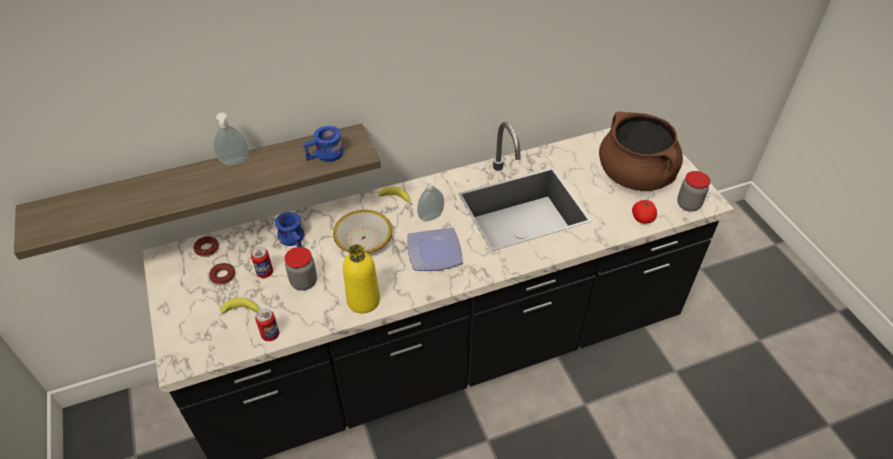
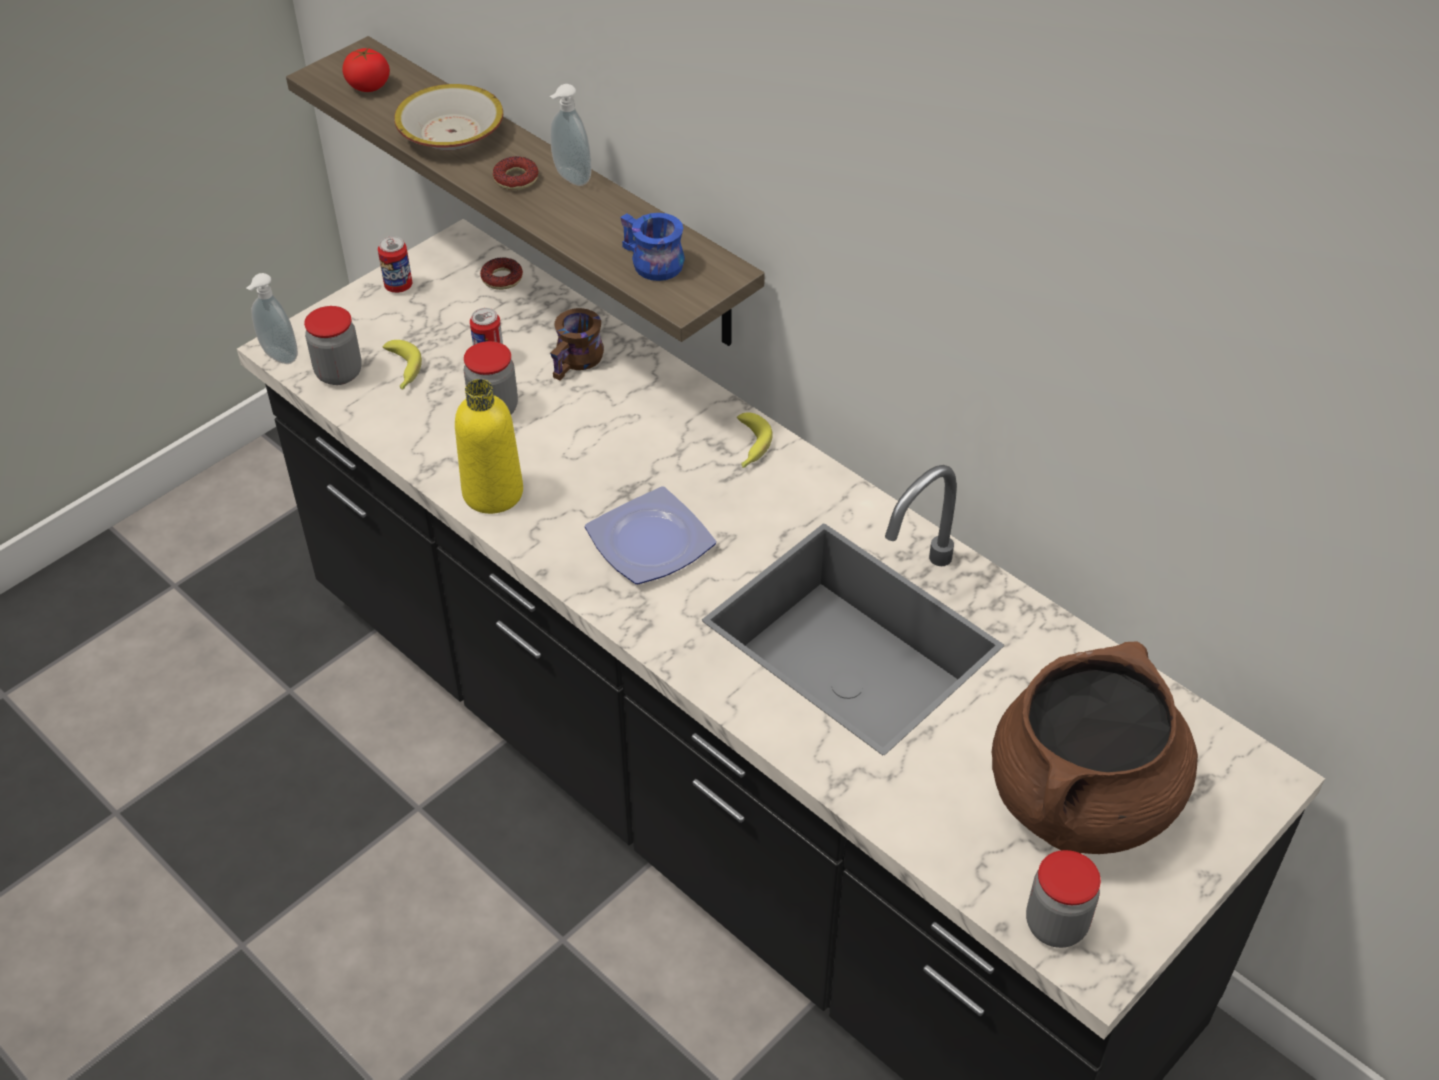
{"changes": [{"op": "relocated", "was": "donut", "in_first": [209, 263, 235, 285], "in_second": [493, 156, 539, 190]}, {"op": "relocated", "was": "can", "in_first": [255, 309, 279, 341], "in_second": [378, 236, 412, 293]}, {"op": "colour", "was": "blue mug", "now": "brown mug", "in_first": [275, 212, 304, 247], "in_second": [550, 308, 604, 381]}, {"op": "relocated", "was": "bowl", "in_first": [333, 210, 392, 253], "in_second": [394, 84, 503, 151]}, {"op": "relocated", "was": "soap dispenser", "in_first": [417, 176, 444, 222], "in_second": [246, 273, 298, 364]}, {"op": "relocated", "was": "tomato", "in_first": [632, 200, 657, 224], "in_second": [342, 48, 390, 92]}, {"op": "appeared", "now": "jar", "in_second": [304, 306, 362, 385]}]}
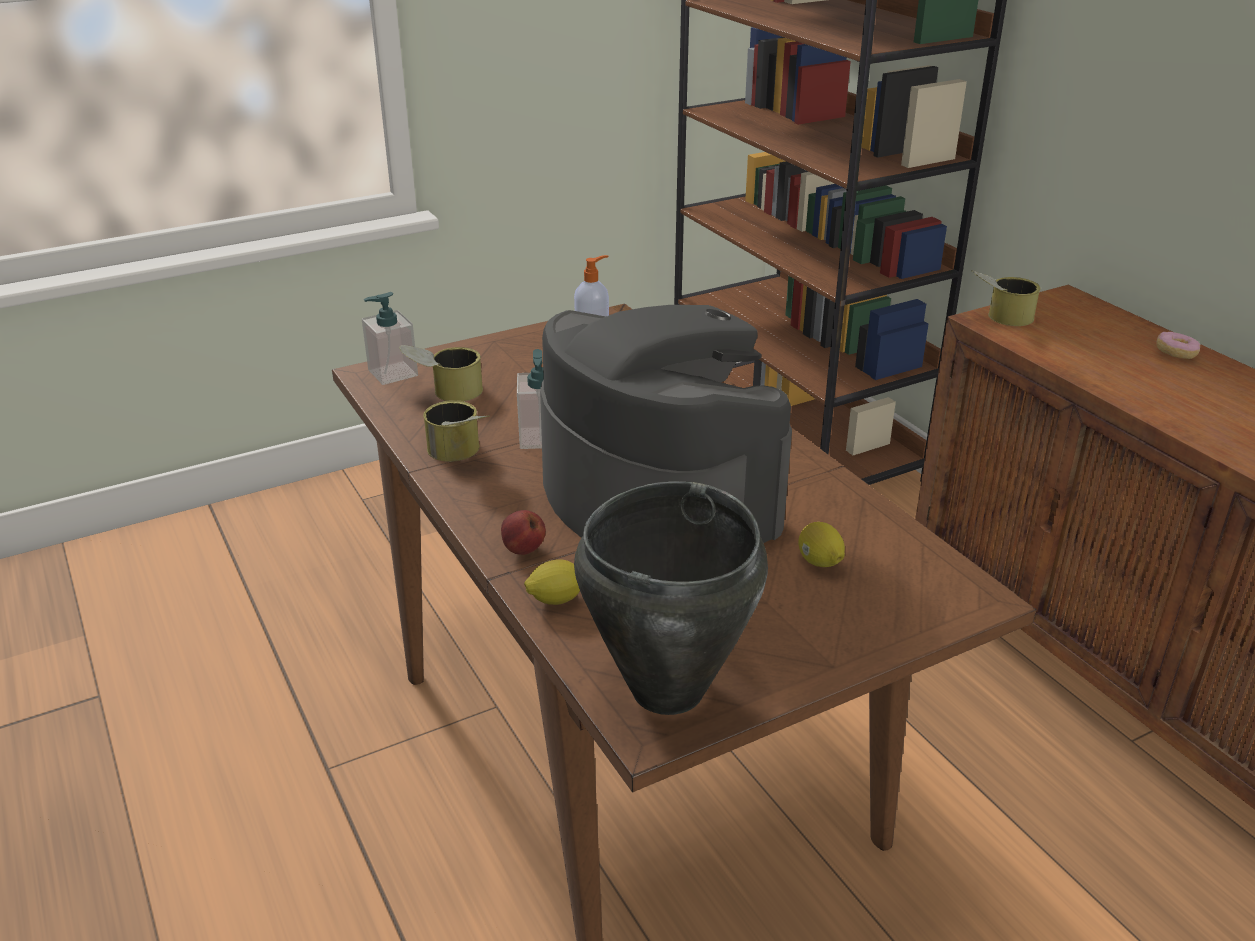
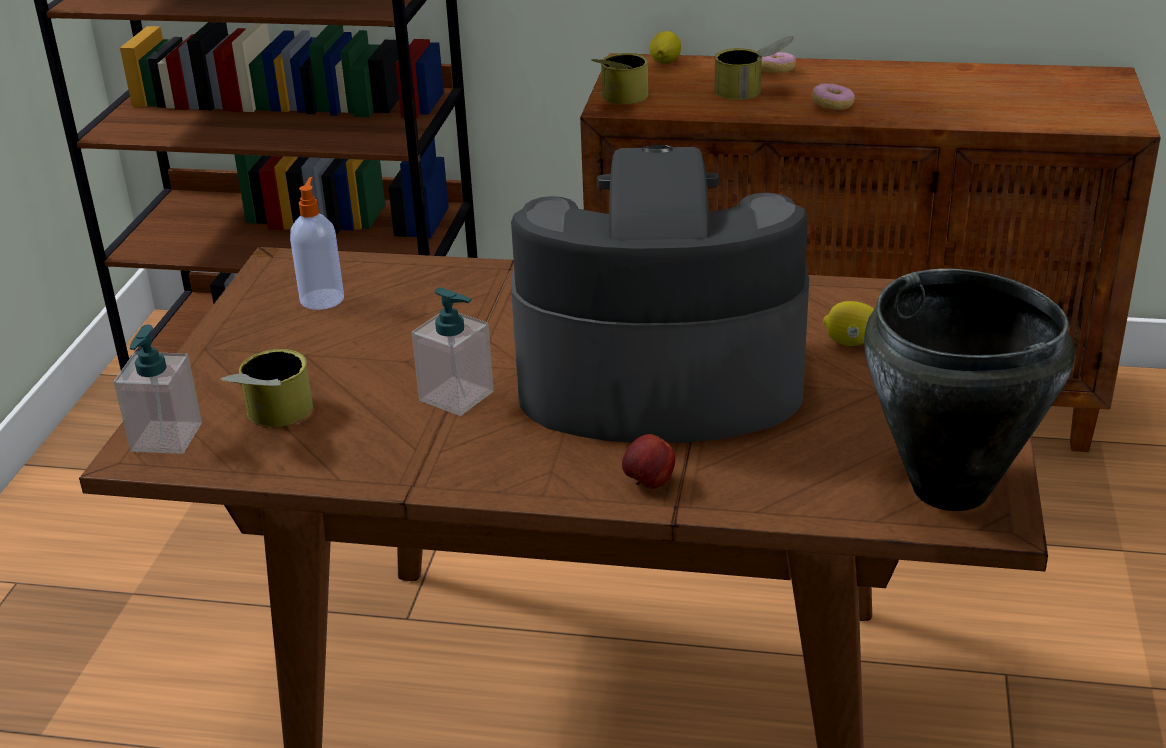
{"changes": [{"op": "relocated", "was": "can", "in_first": [423, 400, 489, 462], "in_second": [714, 36, 794, 100]}, {"op": "relocated", "was": "lemon", "in_first": [524, 559, 580, 605], "in_second": [650, 31, 681, 64]}, {"op": "appeared", "now": "donut", "in_second": [812, 83, 855, 110]}]}
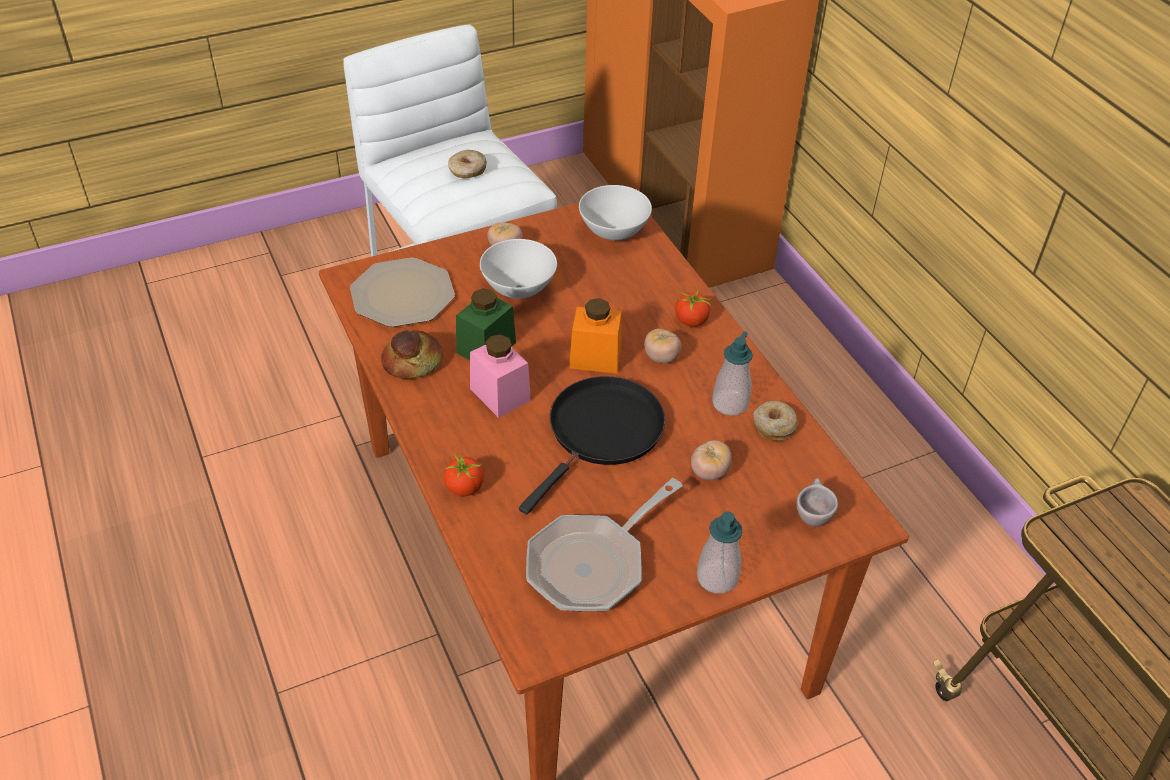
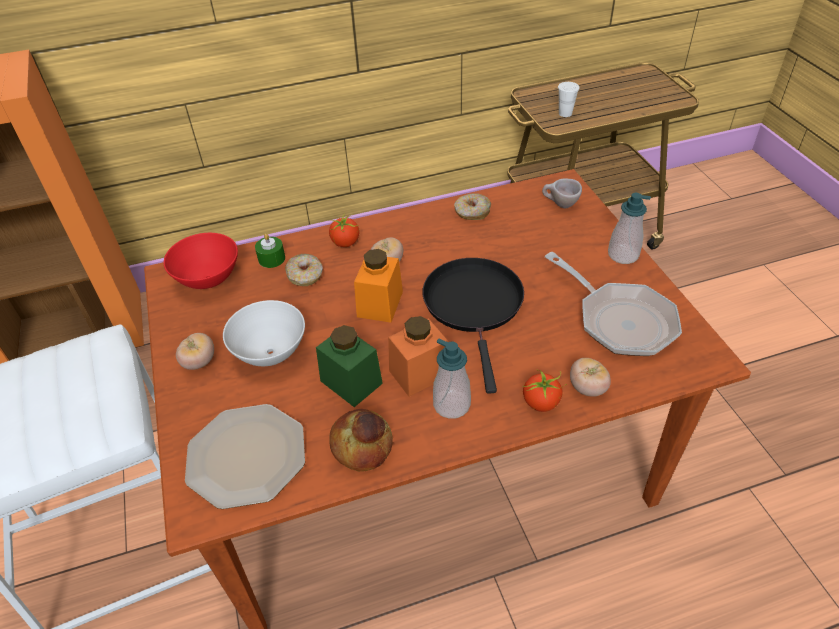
{"changes": [{"op": "relocated", "was": "donut", "in_first": [448, 150, 487, 178], "in_second": [285, 254, 323, 286]}, {"op": "colour", "was": "pink jar", "now": "orange jar", "in_first": [470, 335, 531, 418], "in_second": [388, 316, 448, 397]}, {"op": "spun", "was": "black frying pan", "in_first": [519, 376, 665, 514], "in_second": [423, 258, 524, 394], "clockwise": 45}, {"op": "colour", "was": "white bowl", "now": "red bowl", "in_first": [579, 185, 652, 240], "in_second": [164, 233, 238, 289]}, {"op": "relocated", "was": "tomato", "in_first": [691, 440, 732, 480], "in_second": [570, 358, 611, 397]}, {"op": "relocated", "was": "soap dispenser", "in_first": [712, 331, 753, 416], "in_second": [433, 339, 471, 419]}, {"op": "appeared", "now": "green candle", "in_second": [255, 233, 285, 268]}, {"op": "appeared", "now": "white cup", "in_second": [558, 82, 580, 117]}]}
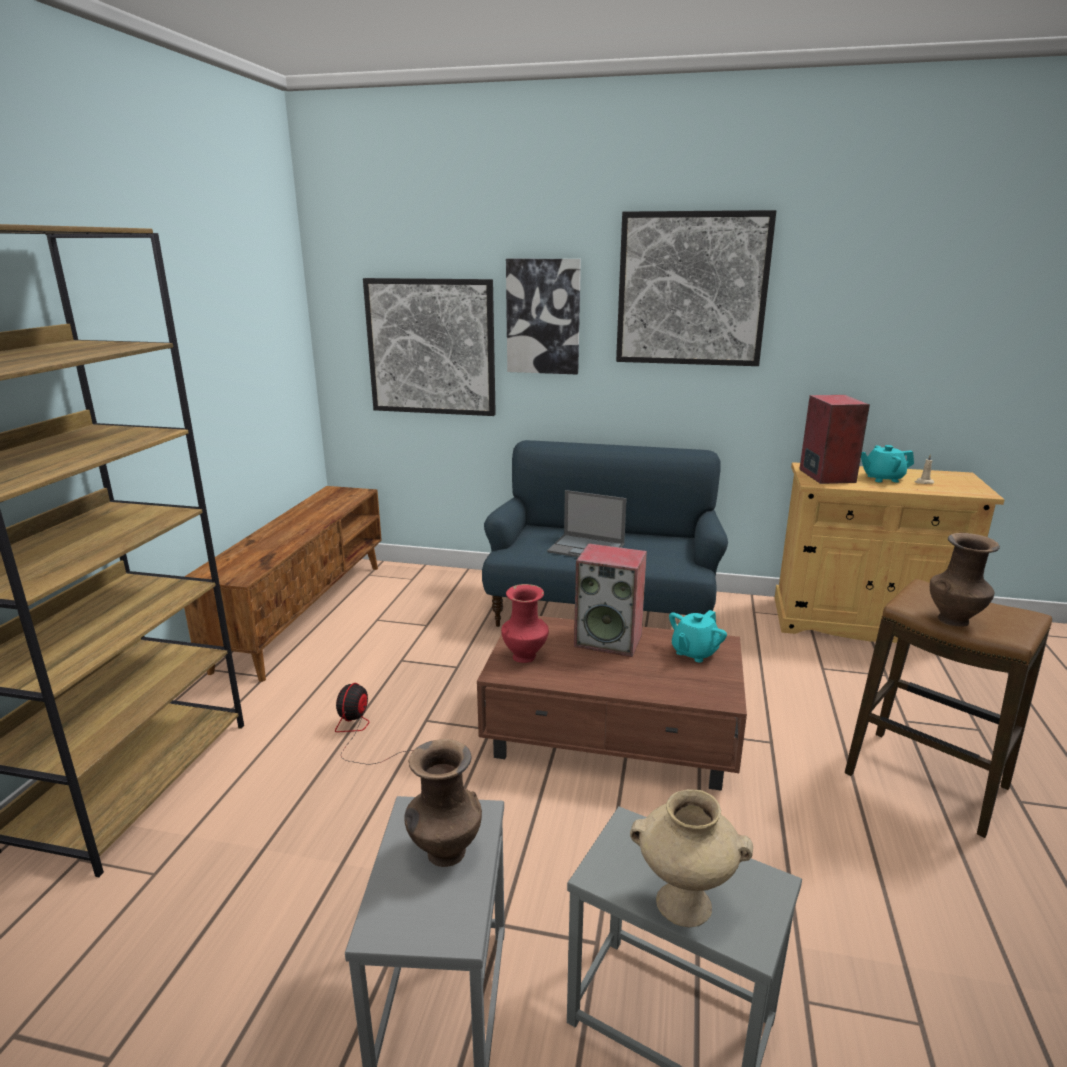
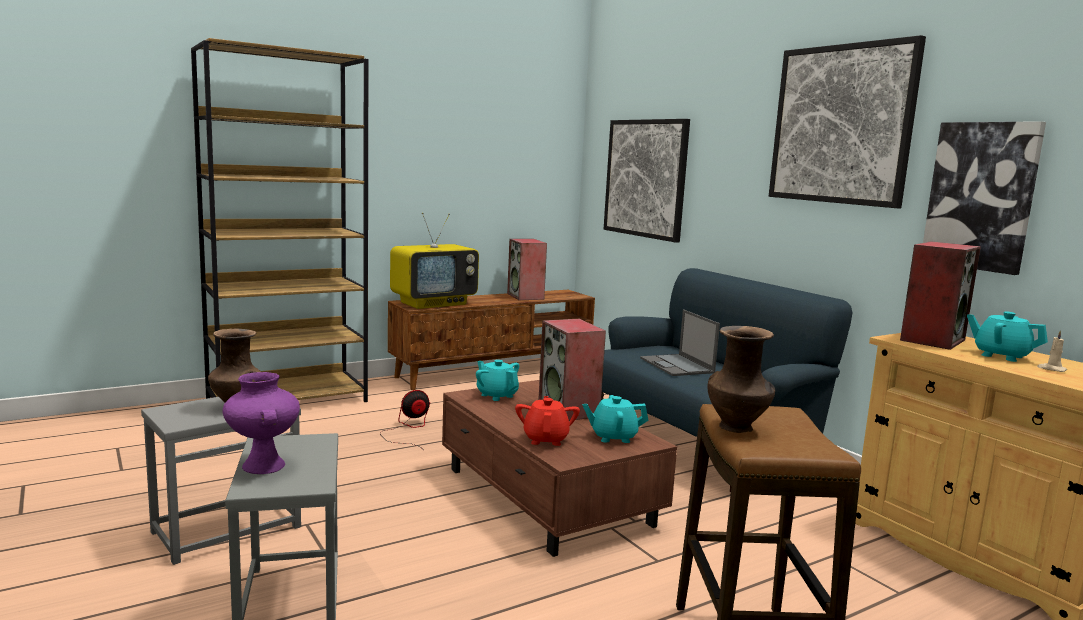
{"changes": [{"op": "exchanged", "was": "red vase", "now": "turquoise teapot", "in_first": [501, 584, 549, 663], "in_second": [476, 360, 519, 401]}, {"op": "relocated", "was": "picture", "in_first": [506, 259, 581, 374], "in_second": [923, 121, 1046, 275]}, {"op": "colour", "was": "beige vase", "now": "purple vase", "in_first": [630, 789, 753, 928], "in_second": [223, 372, 300, 474]}, {"op": "appeared", "now": "television", "in_second": [390, 213, 479, 309]}, {"op": "appeared", "now": "speaker", "in_second": [507, 239, 547, 300]}, {"op": "appeared", "now": "red teapot", "in_second": [515, 396, 580, 446]}]}
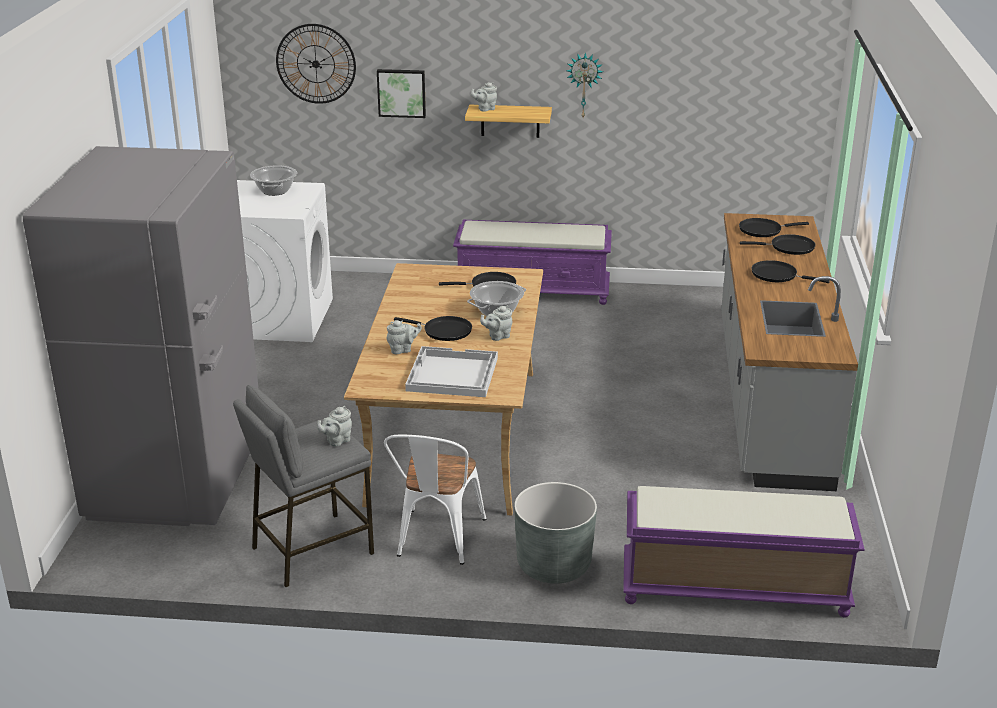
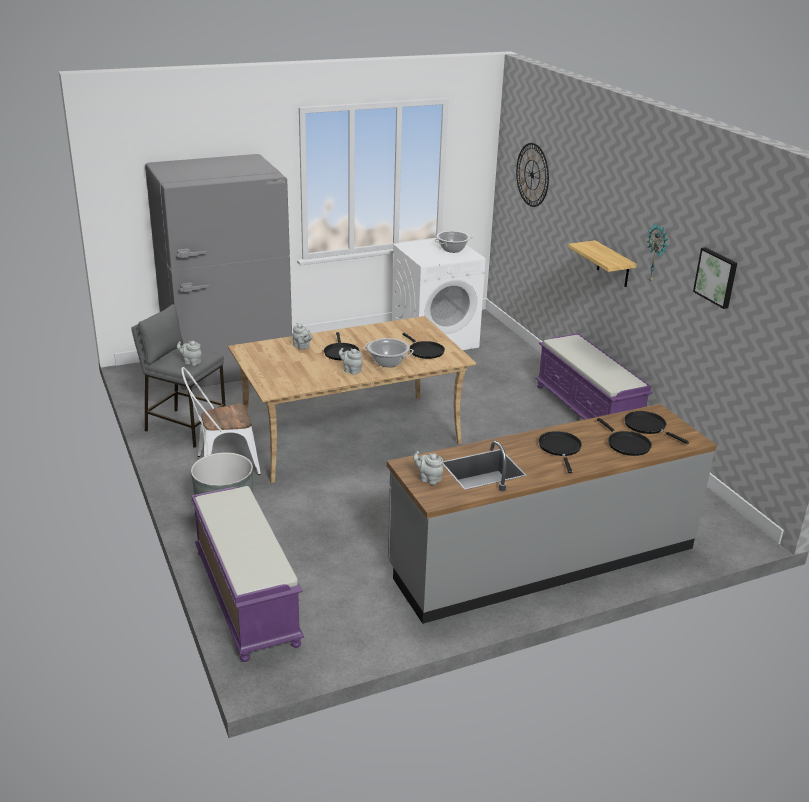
{"changes": [{"op": "relocated", "was": "picture", "in_first": [377, 69, 426, 118], "in_second": [693, 247, 737, 309]}, {"op": "missing", "was": "white tray", "in_first": [405, 346, 498, 397]}, {"op": "relocated", "was": "grey teapot", "in_first": [471, 82, 497, 112], "in_second": [413, 451, 443, 485]}]}
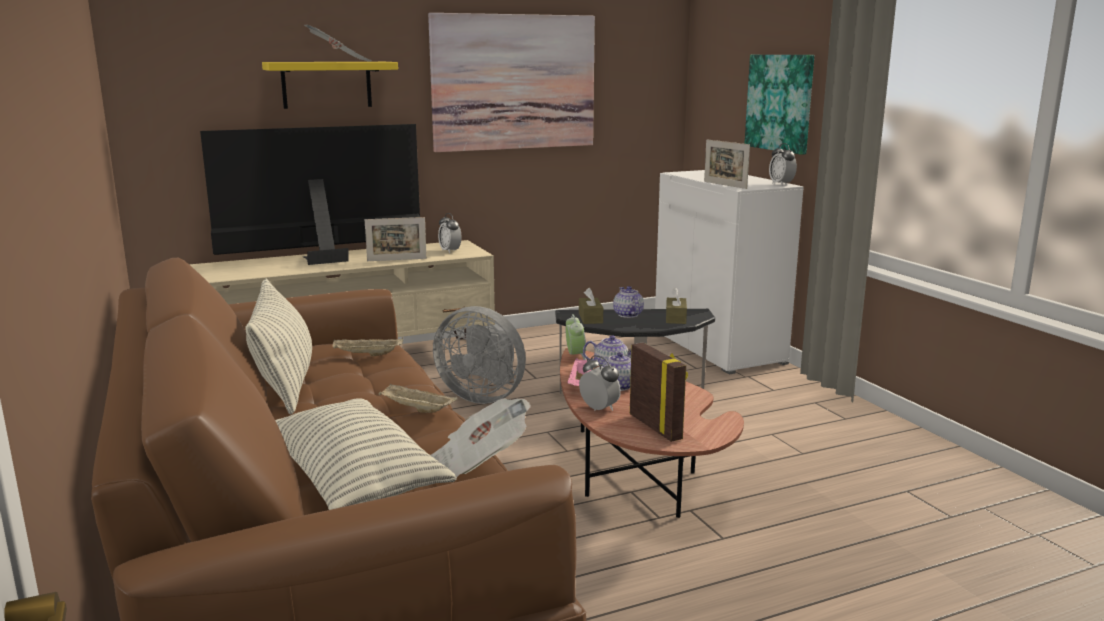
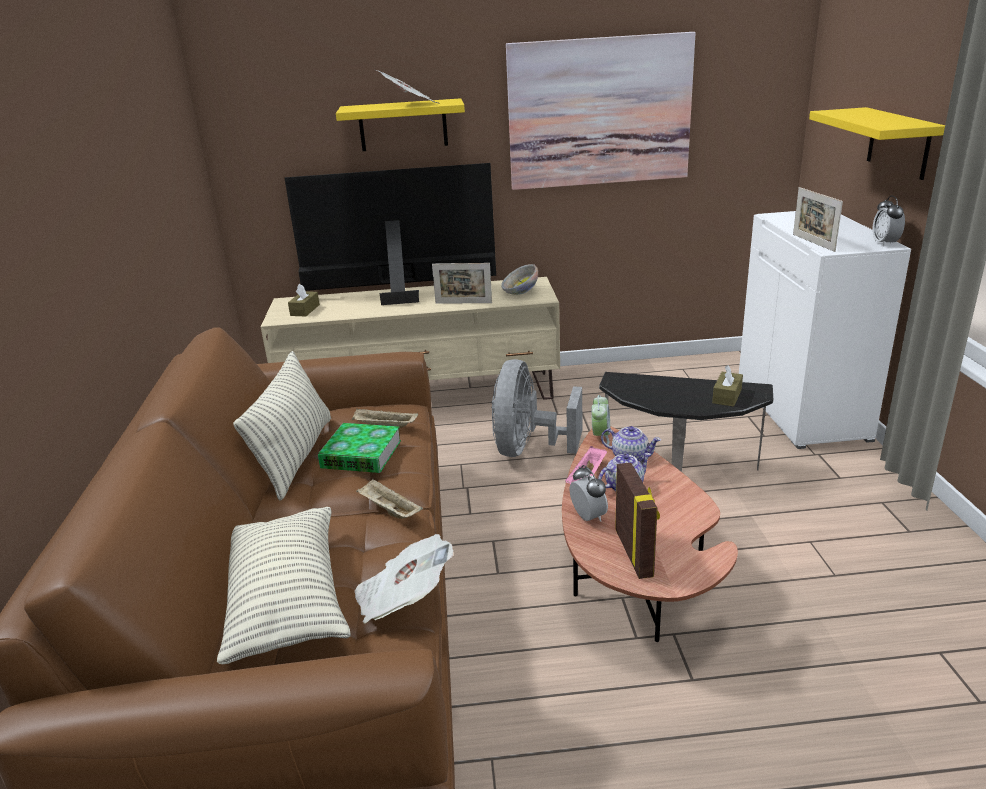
{"changes": [{"op": "spun", "was": "grey fan", "in_first": [433, 306, 526, 404], "in_second": [491, 359, 582, 457], "clockwise": 60}, {"op": "exchanged", "was": "alarm clock", "now": "bowl", "in_first": [438, 213, 462, 253], "in_second": [501, 264, 538, 295]}, {"op": "relocated", "was": "brown tissue box", "in_first": [579, 288, 603, 324], "in_second": [288, 284, 320, 316]}, {"op": "missing", "was": "teapot", "in_first": [613, 286, 644, 318]}, {"op": "exchanged", "was": "picture", "now": "yellow shelf", "in_first": [744, 55, 814, 155], "in_second": [809, 107, 945, 180]}, {"op": "appeared", "now": "book", "in_second": [318, 423, 401, 473]}]}
